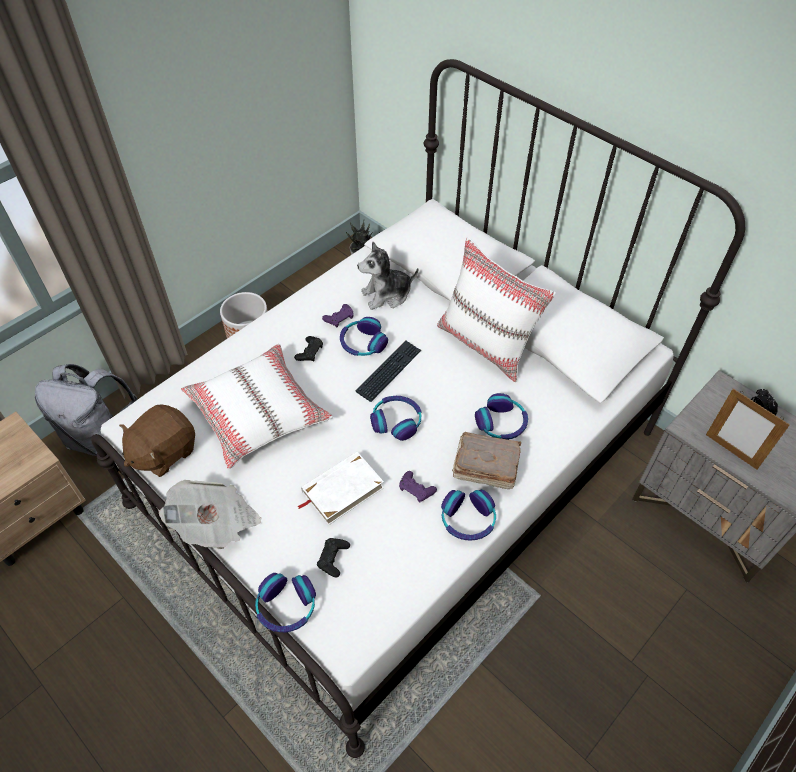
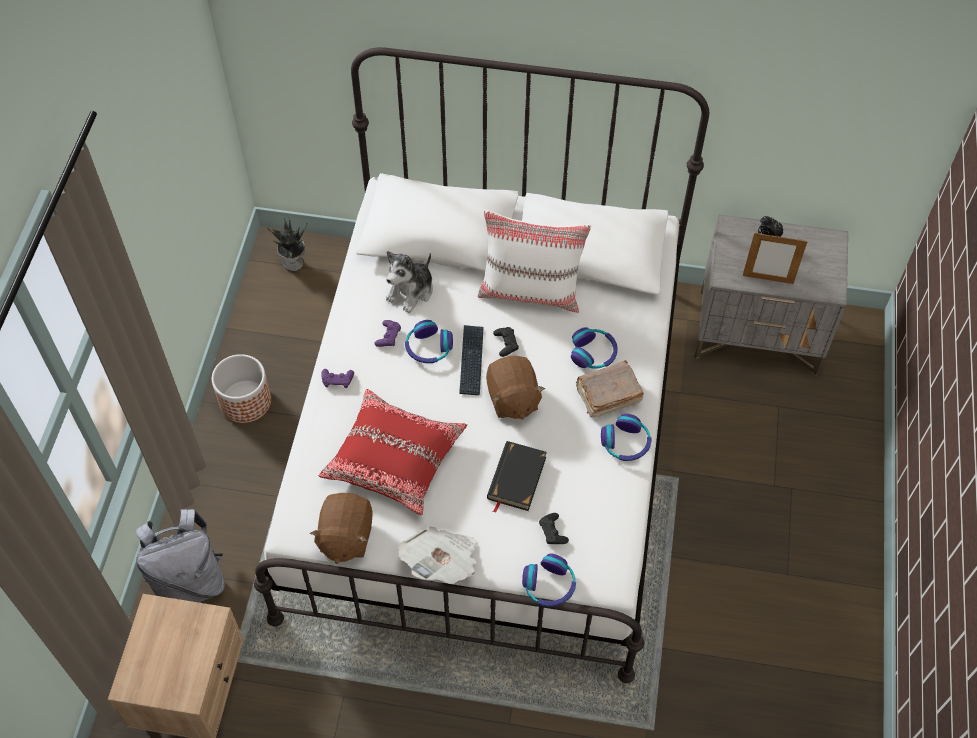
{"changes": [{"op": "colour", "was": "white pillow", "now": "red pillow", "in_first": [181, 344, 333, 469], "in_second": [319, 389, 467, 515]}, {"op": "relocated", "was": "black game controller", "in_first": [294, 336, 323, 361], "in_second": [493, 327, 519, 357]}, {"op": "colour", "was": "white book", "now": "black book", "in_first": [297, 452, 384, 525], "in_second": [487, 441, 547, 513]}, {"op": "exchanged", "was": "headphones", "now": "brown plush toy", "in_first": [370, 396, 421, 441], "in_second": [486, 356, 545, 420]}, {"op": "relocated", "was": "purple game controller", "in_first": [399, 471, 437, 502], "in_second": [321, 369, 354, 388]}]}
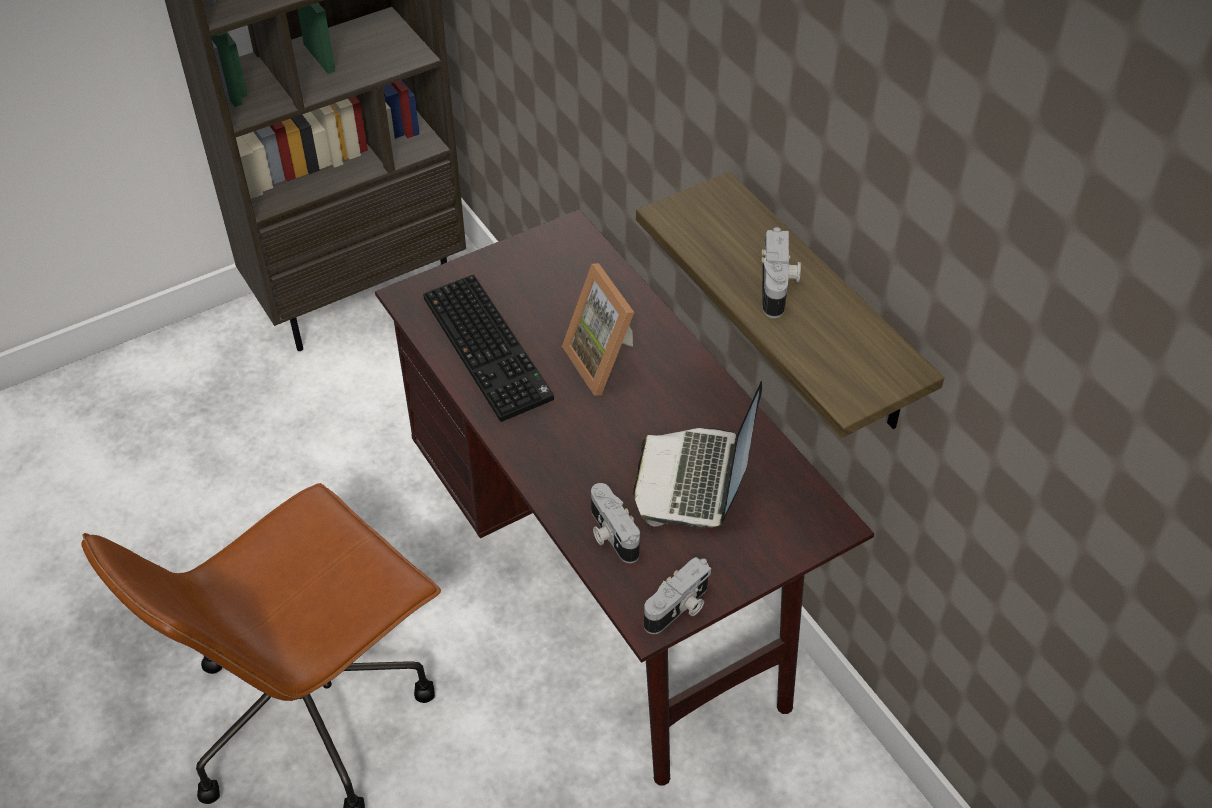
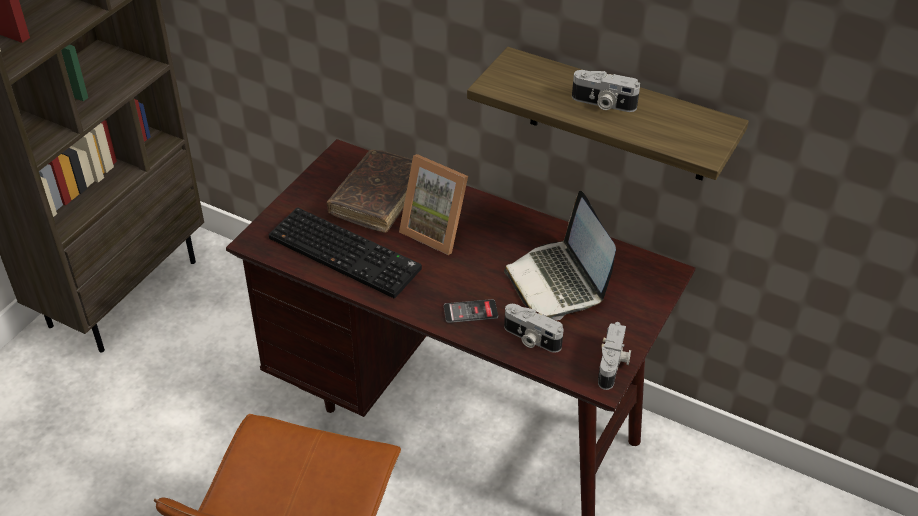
{"changes": [{"op": "spun", "was": "photo camera", "in_first": [761, 227, 801, 318], "in_second": [572, 70, 640, 112], "clockwise": 135}, {"op": "appeared", "now": "brown book", "in_second": [327, 150, 412, 233]}, {"op": "appeared", "now": "phone", "in_second": [444, 299, 498, 323]}]}
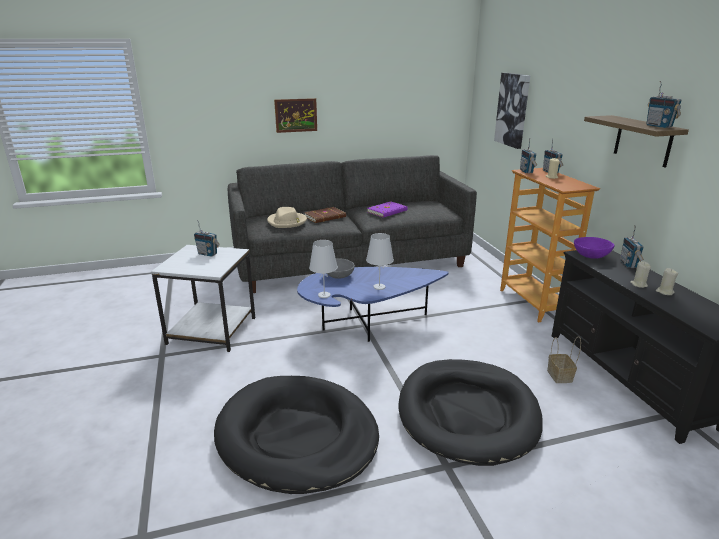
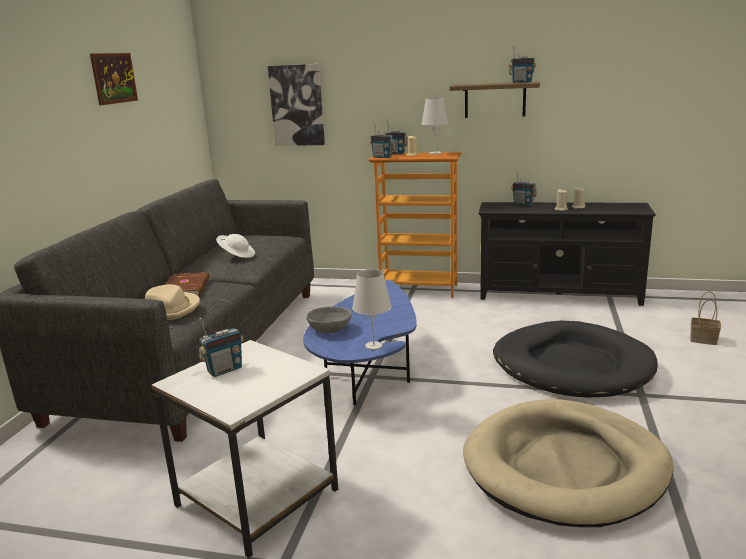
{"changes": [{"op": "colour", "was": "black dog bed", "now": "beige dog bed", "in_first": [214, 376, 379, 494], "in_second": [463, 399, 673, 527]}, {"op": "relocated", "was": "picture", "in_first": [274, 98, 317, 133], "in_second": [90, 53, 138, 105]}, {"op": "relocated", "was": "white table lamp", "in_first": [366, 233, 394, 290], "in_second": [422, 98, 448, 154]}, {"op": "exchanged", "was": "purple book", "now": "white hat", "in_first": [367, 201, 408, 218], "in_second": [216, 234, 255, 258]}, {"op": "relocated", "was": "basket", "in_first": [547, 336, 581, 383], "in_second": [690, 291, 721, 345]}, {"op": "missing", "was": "purple bowl", "in_first": [574, 237, 615, 259]}]}
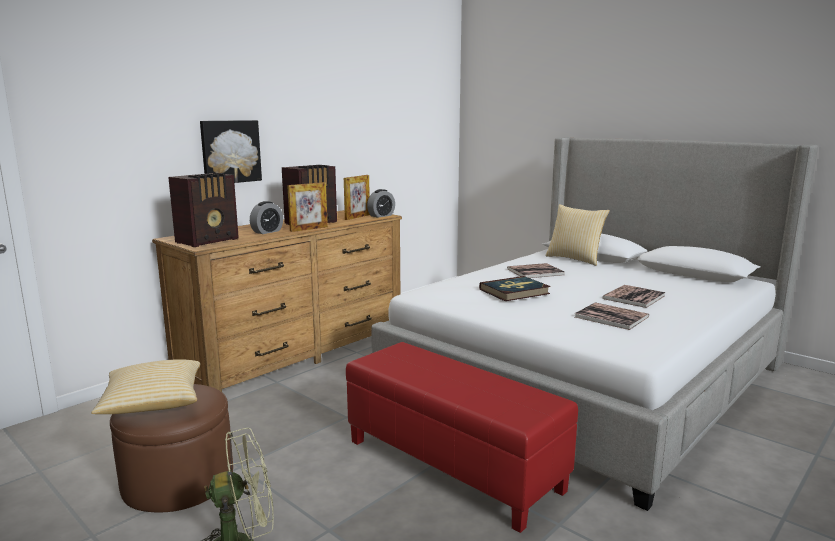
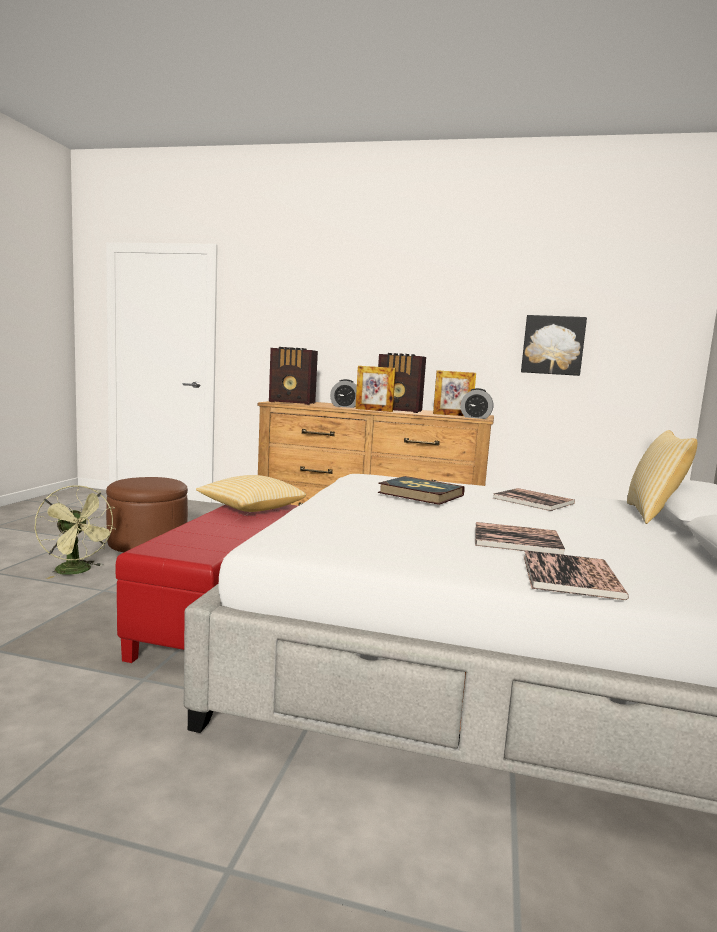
{"changes": [{"op": "relocated", "was": "pillow", "in_first": [91, 359, 200, 414], "in_second": [196, 475, 306, 512]}, {"op": "relocated", "was": "picture", "in_first": [200, 120, 262, 183], "in_second": [521, 315, 587, 376]}, {"op": "relocated", "was": "book", "in_first": [575, 302, 649, 330], "in_second": [524, 550, 629, 600]}]}
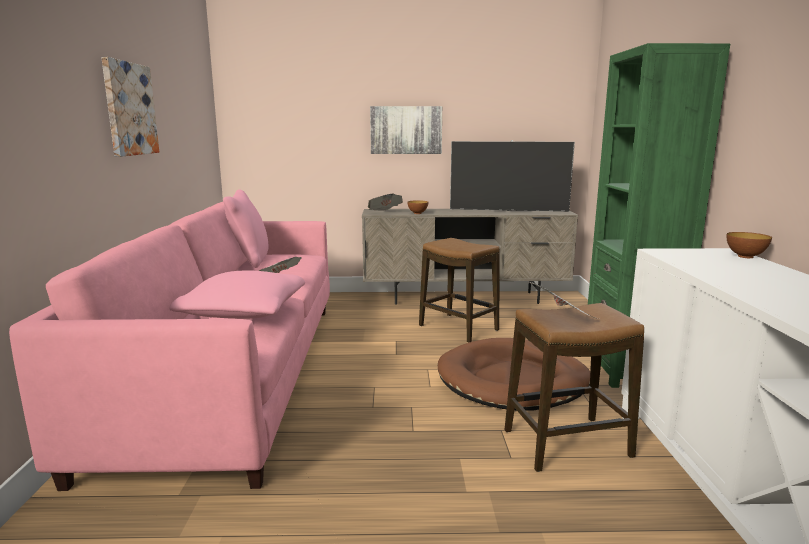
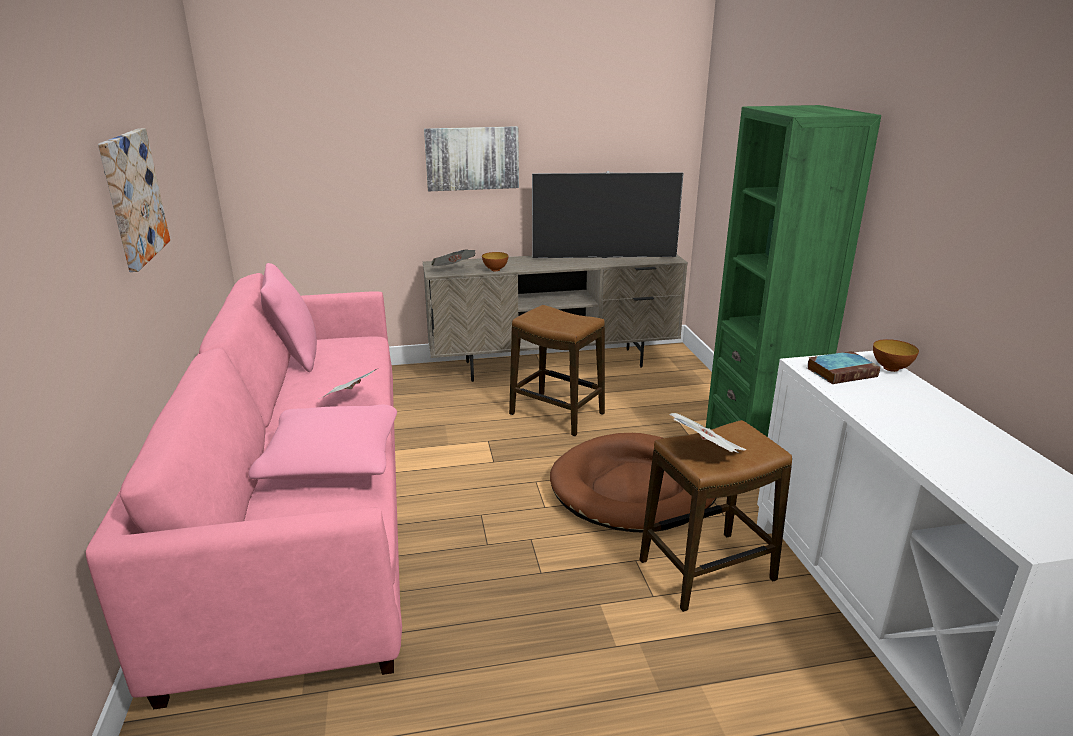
{"changes": [{"op": "appeared", "now": "book", "in_second": [807, 351, 880, 384]}]}
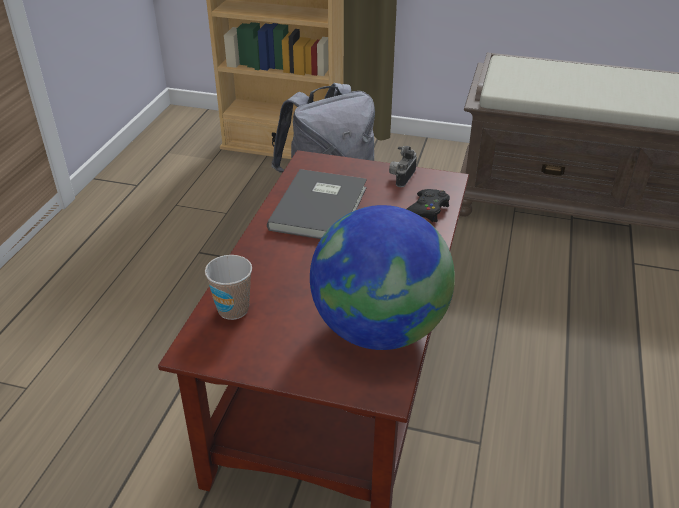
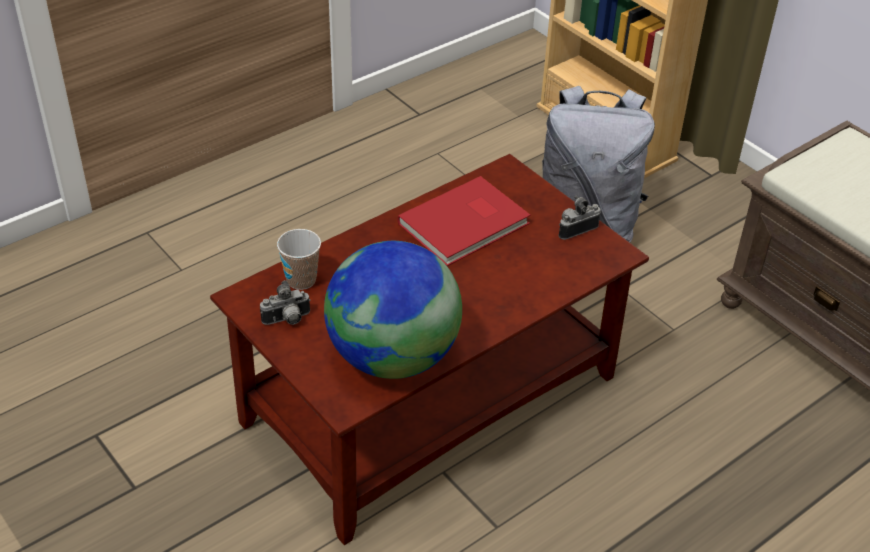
{"changes": [{"op": "colour", "was": "grey book", "now": "red book", "in_first": [267, 169, 367, 239], "in_second": [397, 176, 531, 266]}, {"op": "missing", "was": "black game controller", "in_first": [407, 189, 450, 222]}, {"op": "appeared", "now": "photo camera", "in_second": [260, 280, 311, 325]}]}
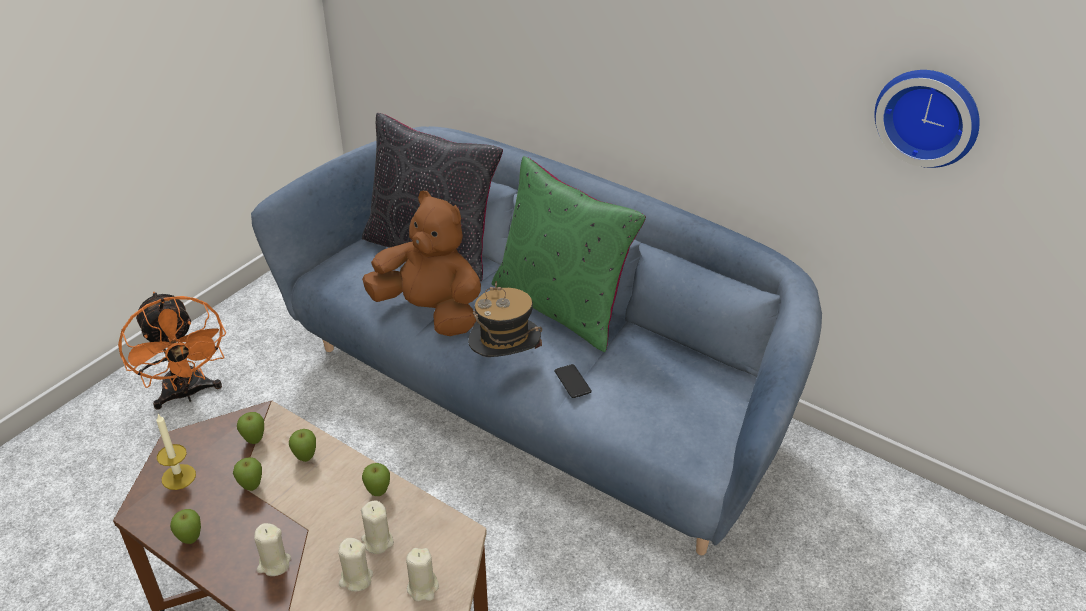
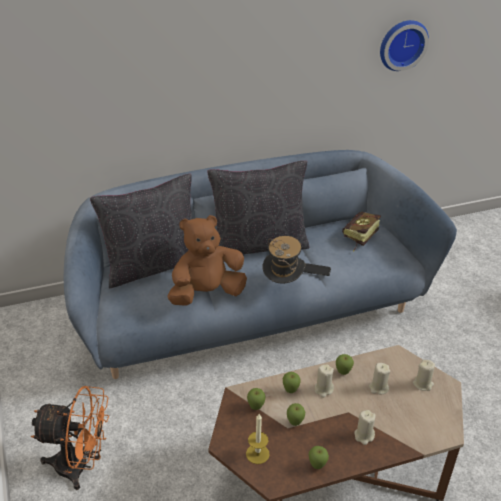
{"changes": [{"op": "relocated", "was": "beige candle", "in_first": [338, 538, 373, 592], "in_second": [315, 364, 334, 398]}, {"op": "colour", "was": "green pillow", "now": "black pillow", "in_first": [492, 156, 646, 352], "in_second": [207, 161, 309, 255]}, {"op": "appeared", "now": "book", "in_second": [342, 212, 381, 252]}]}
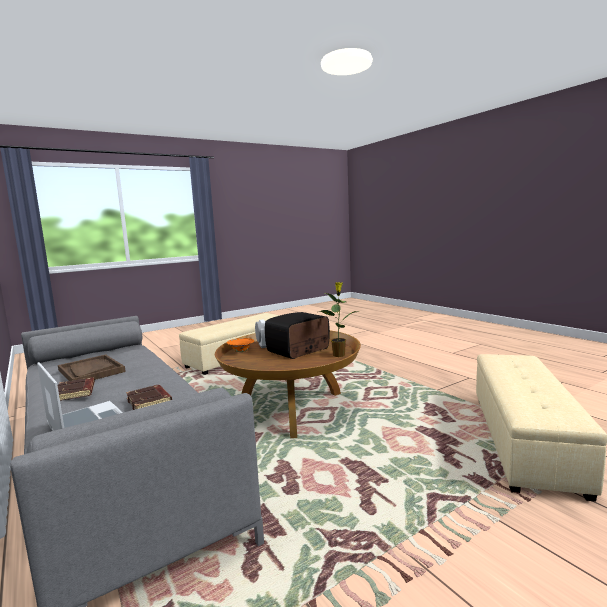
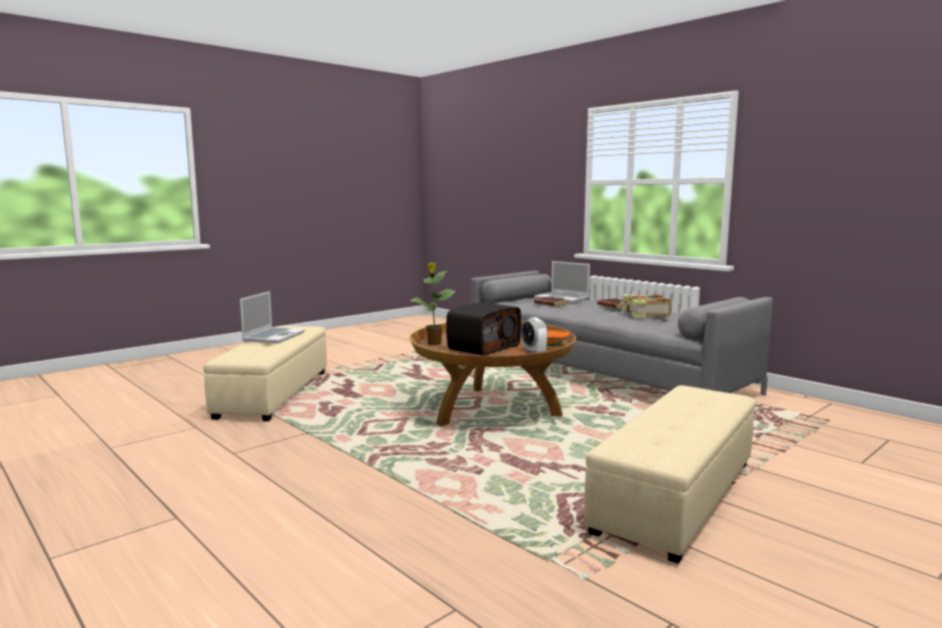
{"changes": [{"op": "exchanged", "was": "brown tray", "now": "book", "in_first": [58, 354, 126, 381], "in_second": [620, 294, 672, 317]}, {"op": "appeared", "now": "laptop", "in_second": [240, 291, 305, 343]}]}
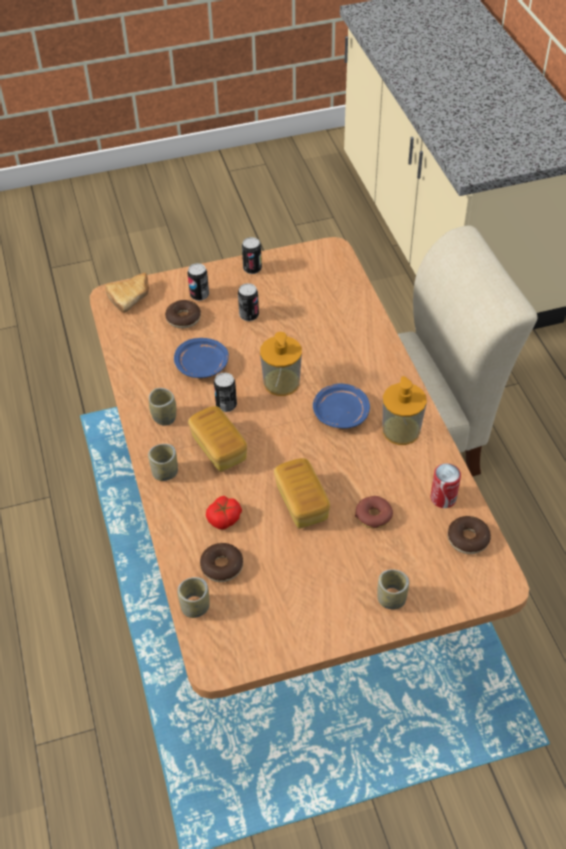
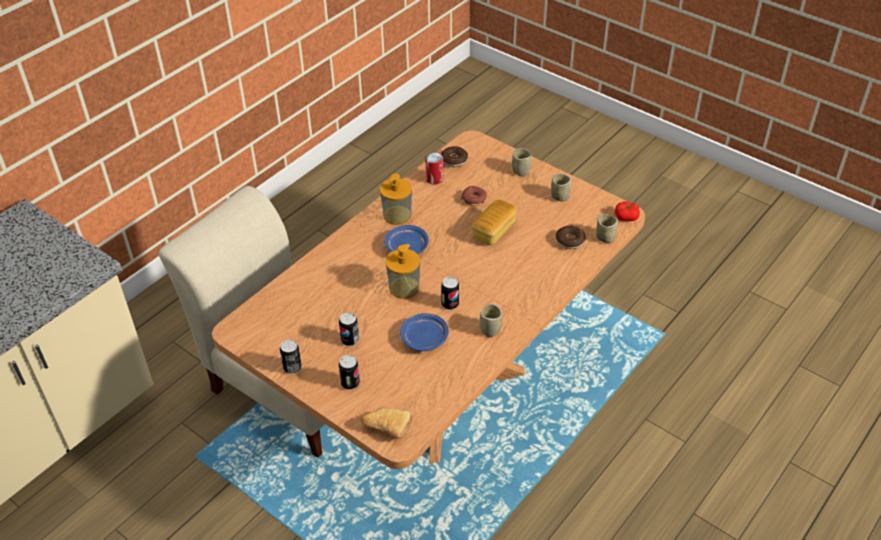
{"changes": [{"op": "relocated", "was": "cup", "in_first": [148, 444, 178, 481], "in_second": [551, 174, 571, 202]}, {"op": "missing", "was": "donut", "in_first": [165, 300, 201, 328]}, {"op": "missing", "was": "bread", "in_first": [188, 406, 247, 472]}, {"op": "relocated", "was": "tomato", "in_first": [206, 496, 242, 529], "in_second": [615, 201, 640, 221]}]}
